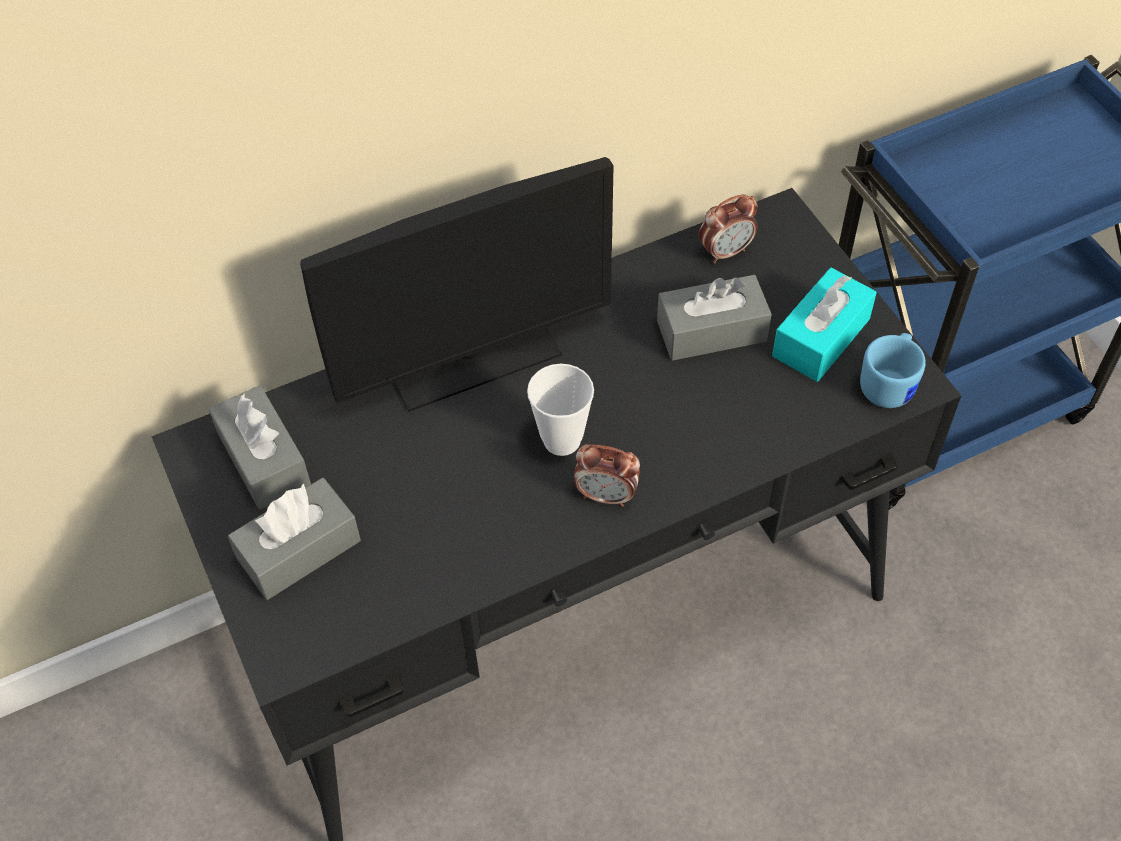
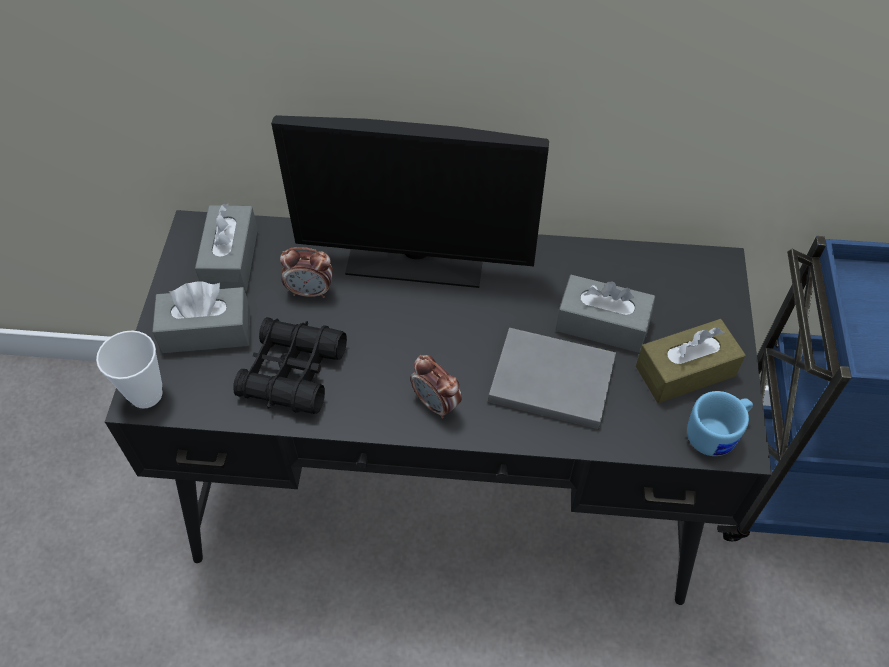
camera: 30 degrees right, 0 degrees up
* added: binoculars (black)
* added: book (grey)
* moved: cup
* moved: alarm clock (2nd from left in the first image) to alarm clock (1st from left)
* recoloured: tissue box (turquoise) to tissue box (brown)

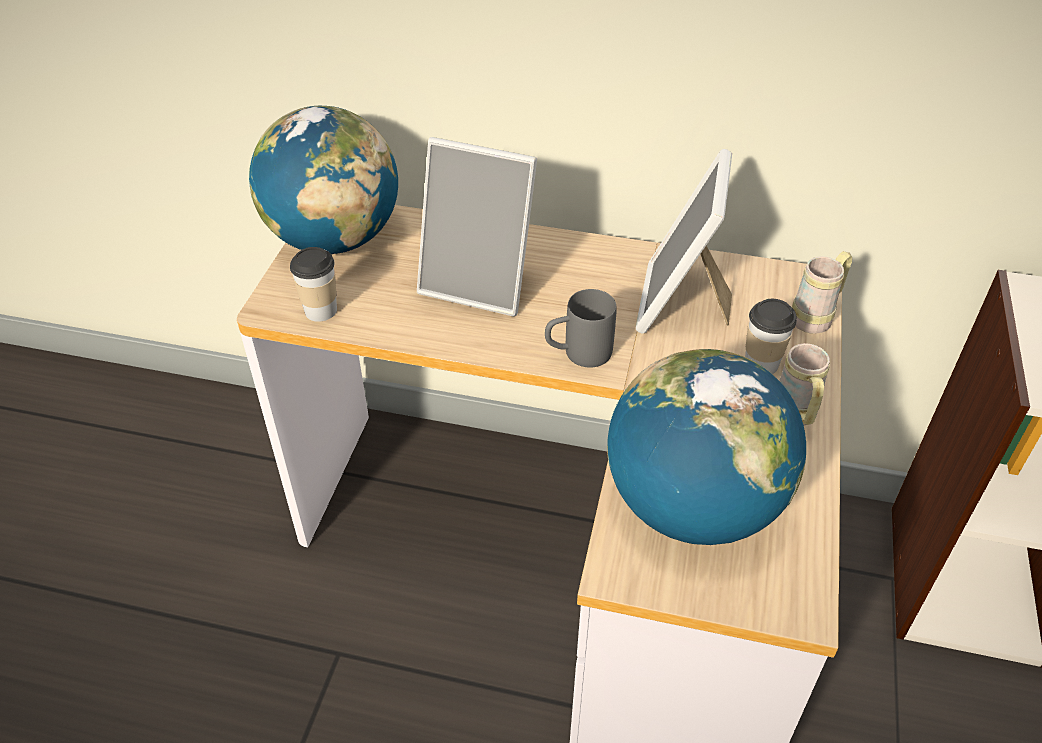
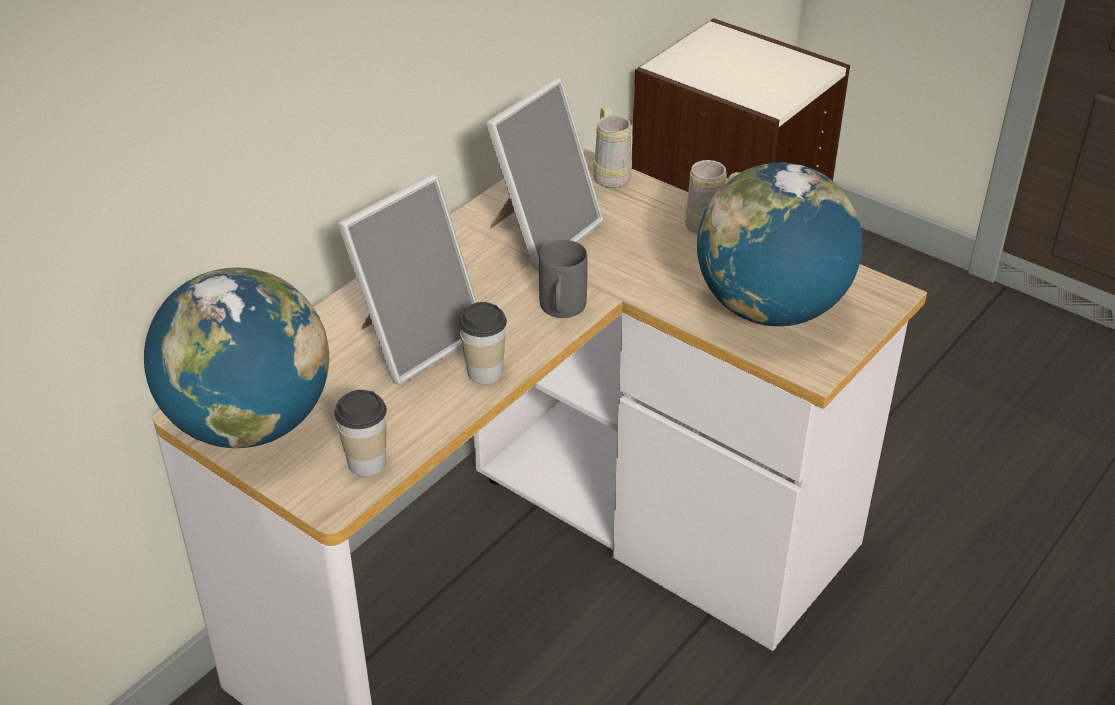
camera: 65 degrees left, 5 degrees down
* moved: cup (2nd from left)
* turned: picture frame (2nd from left) 90 degrees counterclockwise

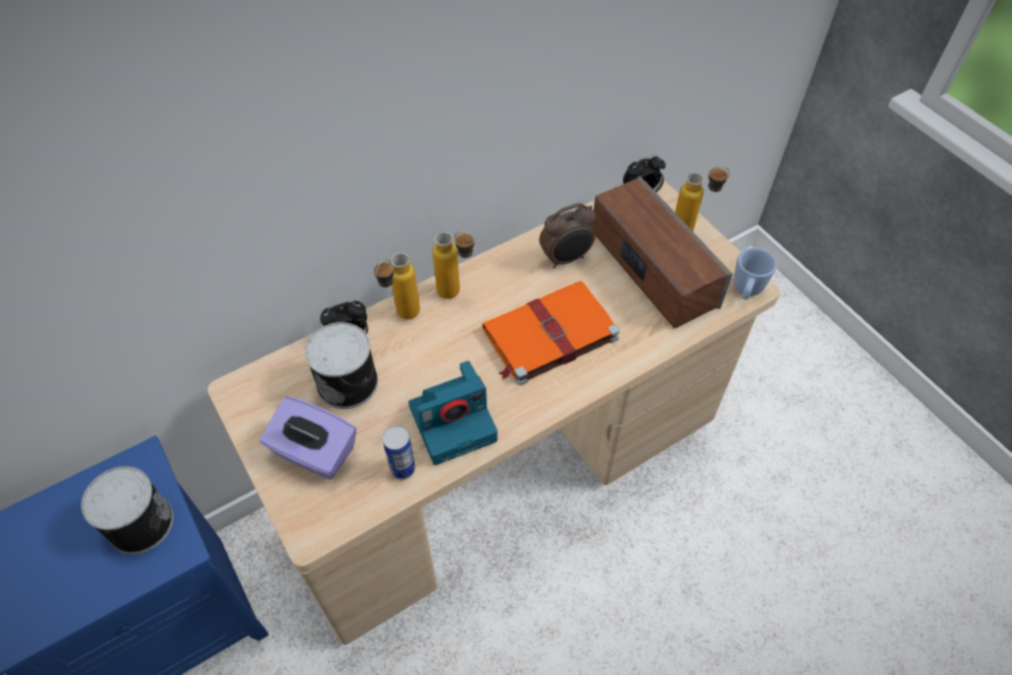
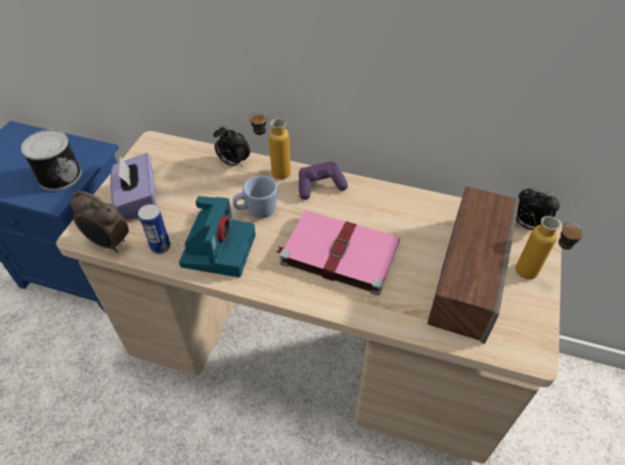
camera: 50 degrees right, 5 degrees down
* removed: can (2nd from left)
* moved: alarm clock (2nd from left in the first image) to alarm clock (1st from left)
* moved: mug (blue)
* replaced: bottle (2nd from left) to game controller (purple)
* recoloured: book (orange) to book (pink)
* turned: photo camera 105 degrees counterclockwise

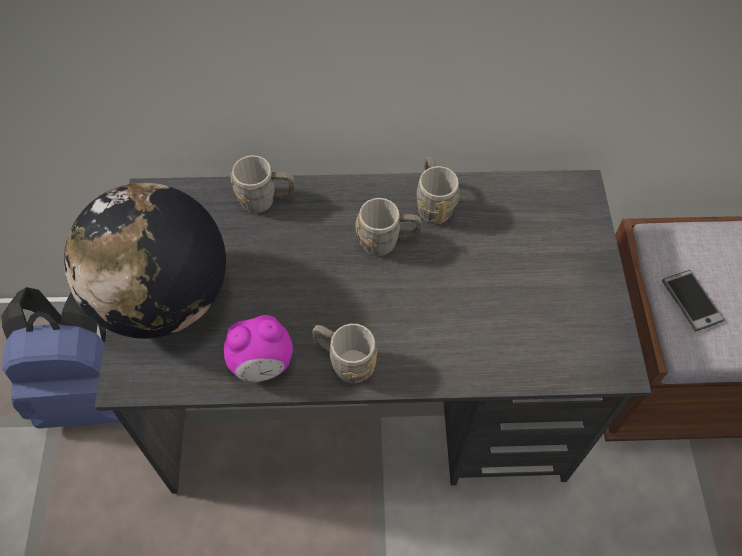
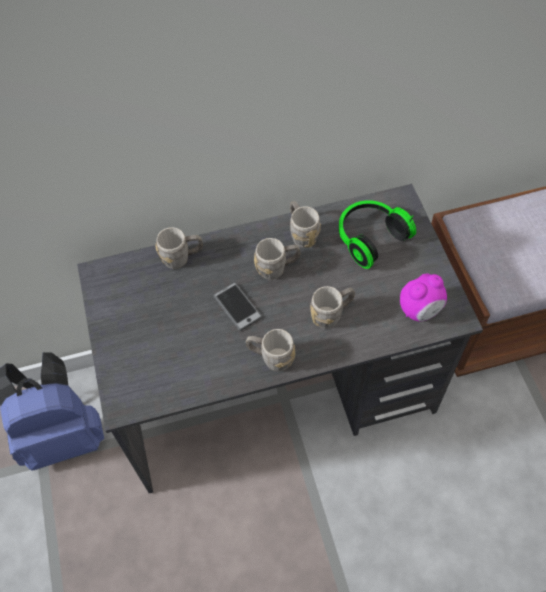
camera: 10 degrees left, 0 degrees up
* removed: globe
* added: mug (grey) (5th from left)
* added: headphones
* moved: alarm clock
* moved: phone

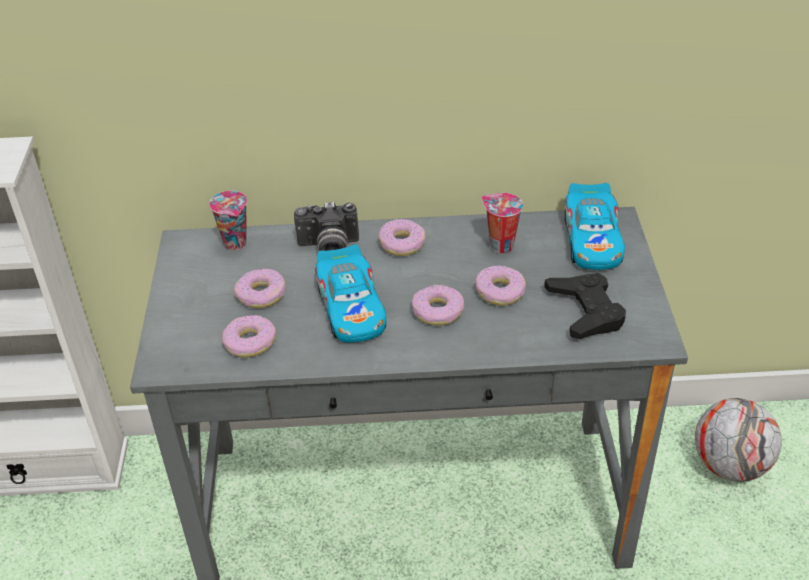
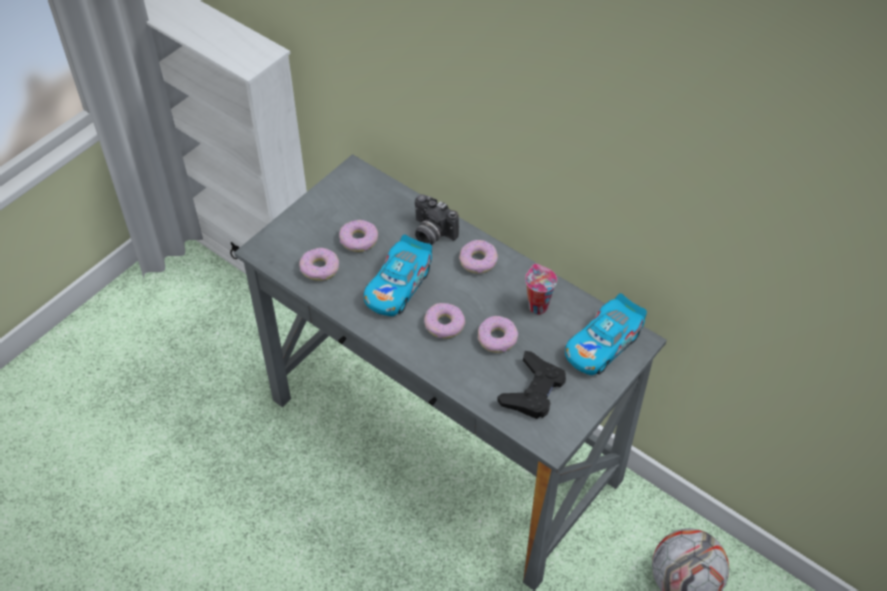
camera: 40 degrees right, 10 degrees up
* removed: cup (1st from left)

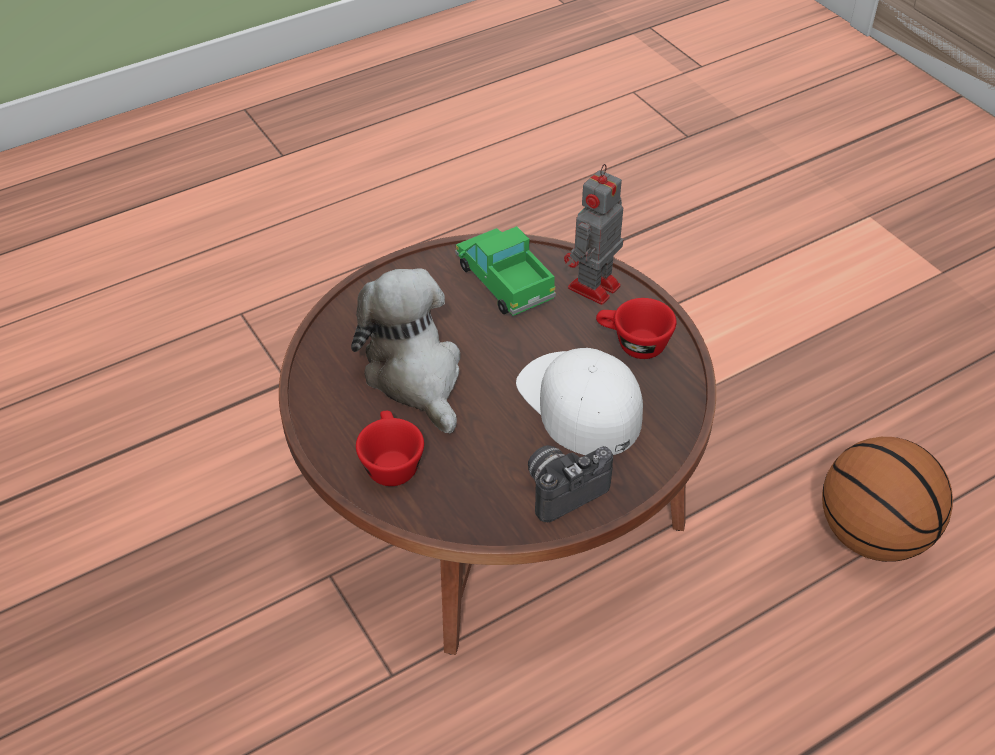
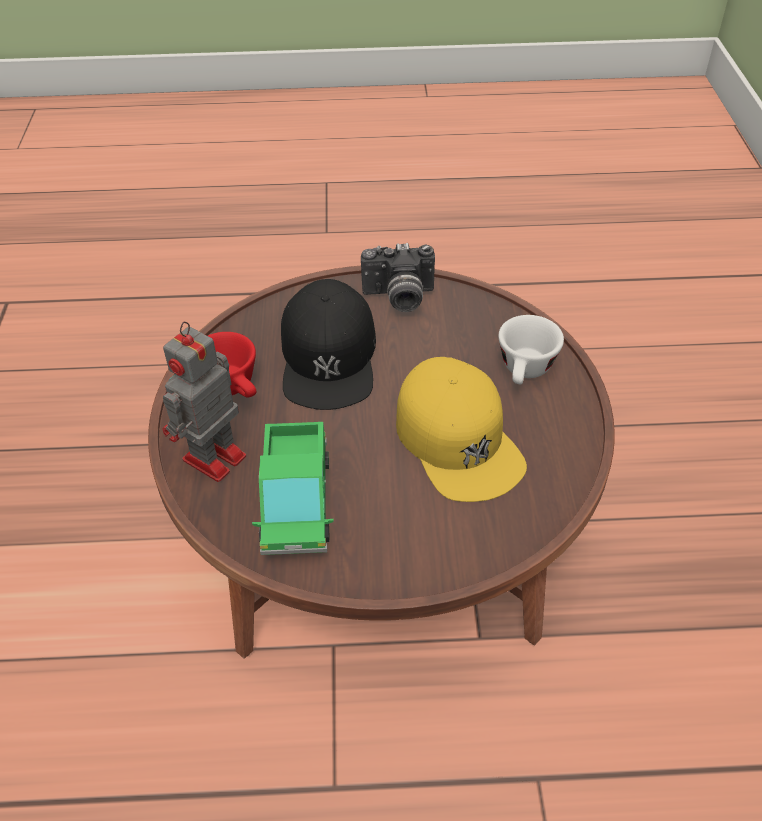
camera: 150 degrees left, 0 degrees up
* removed: basketball
* replaced: plush toy to cap (yellow)
* recoloured: cup (red) (1st from left) to cup (white)
* recoloured: cap (white) to cap (black)
* turned: toy robot 150 degrees clockwise

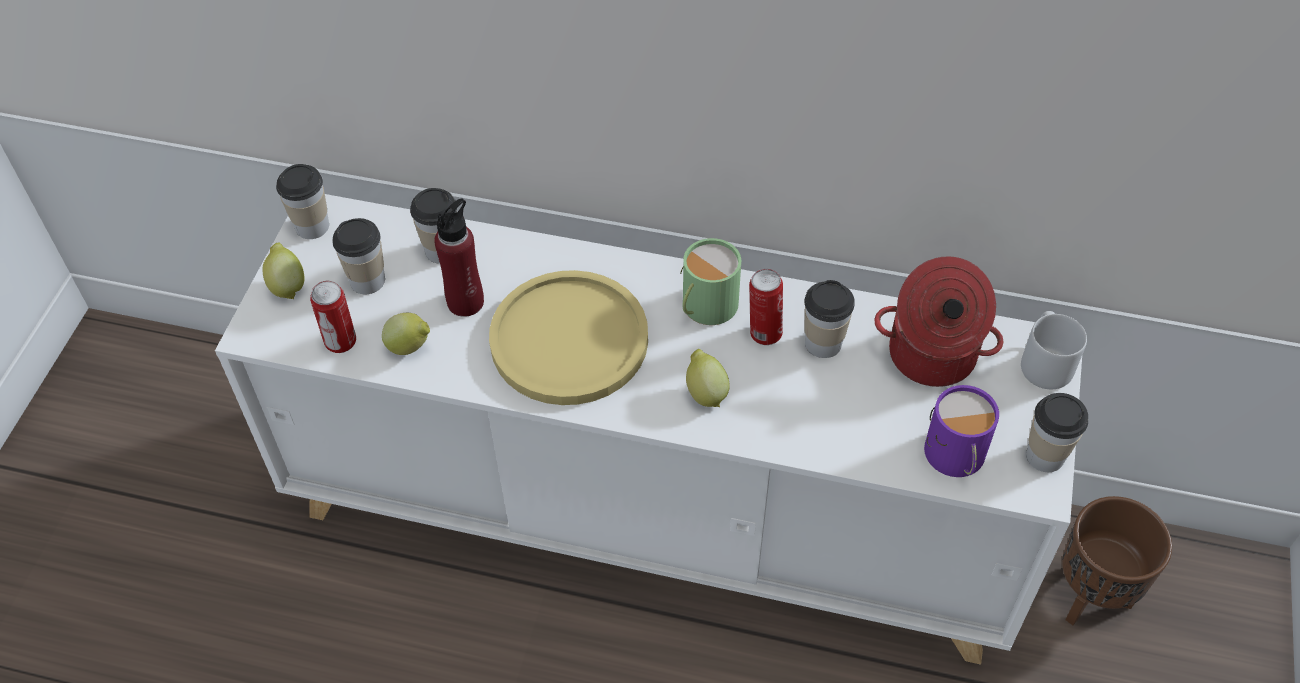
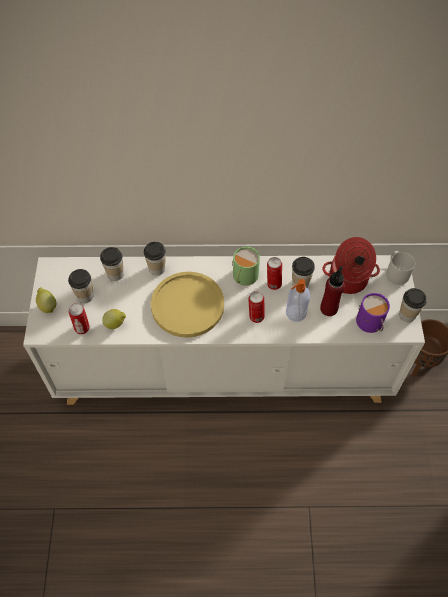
camera: 15 degrees left, 5 degrees up
* added: soap dispenser
* moved: cup (1st from left in the first image) to cup (3rd from left)
* moved: bottle (red)
* replaced: lemon (3rd from left) to can (2nd from left)

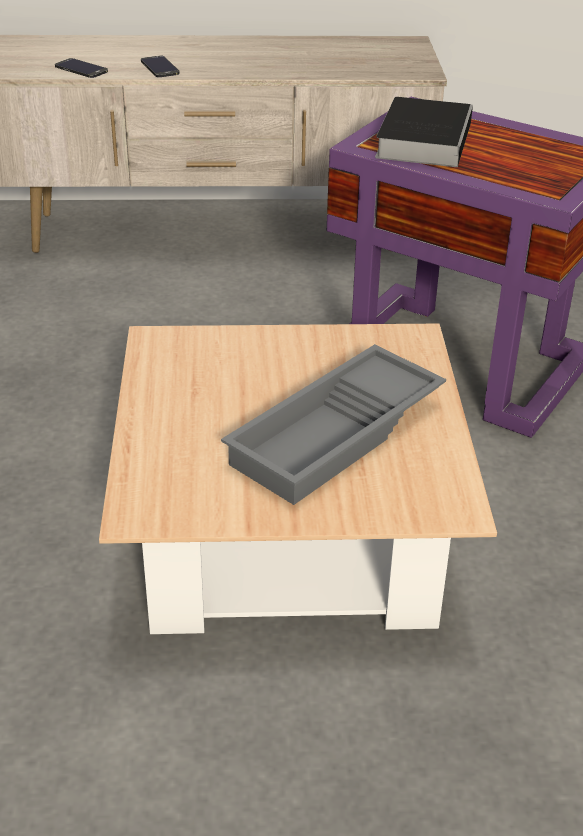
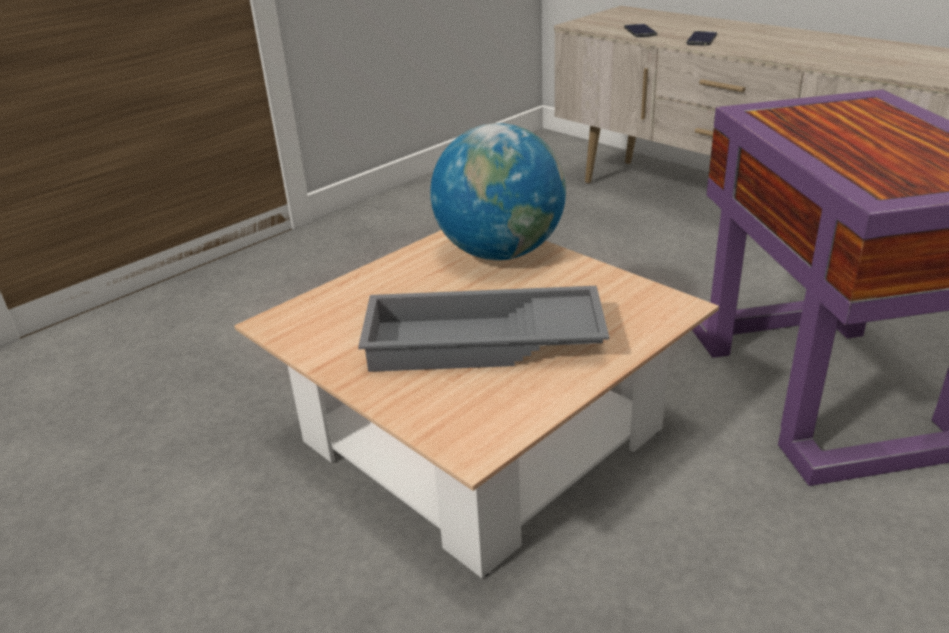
camera: 50 degrees right, 5 degrees down
* removed: book
* added: globe

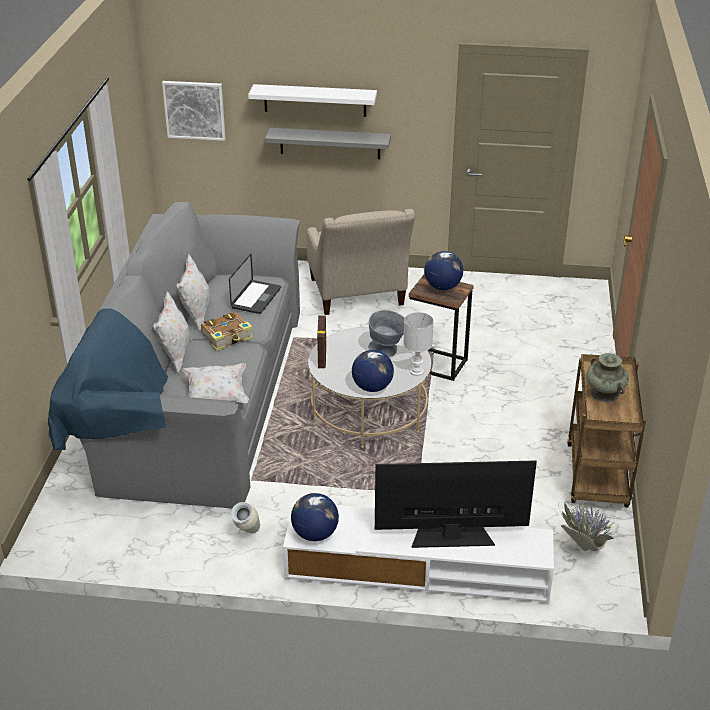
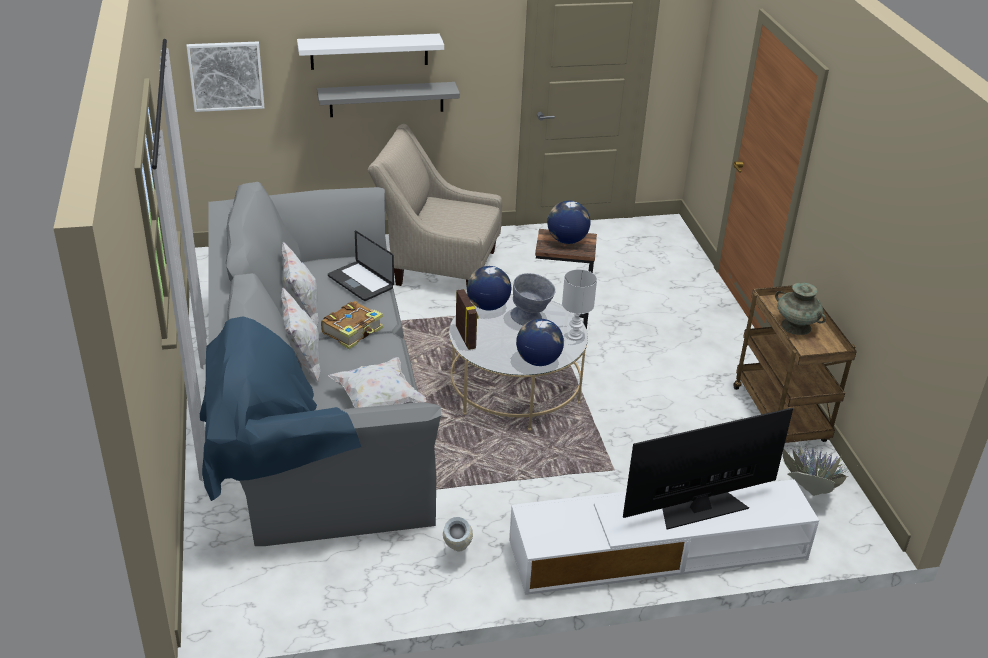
camera: 20 degrees left, 0 degrees up
* moved: globe (1st from left)
* turned: laptop 135 degrees clockwise
* turned: armchair (beige) 135 degrees clockwise

